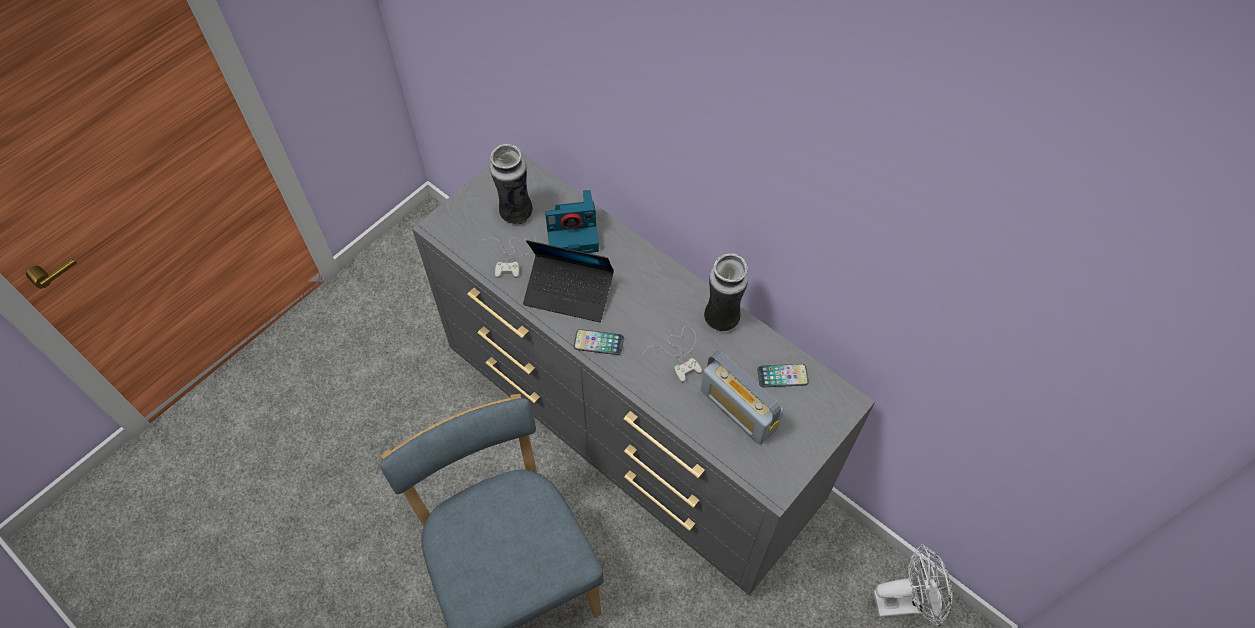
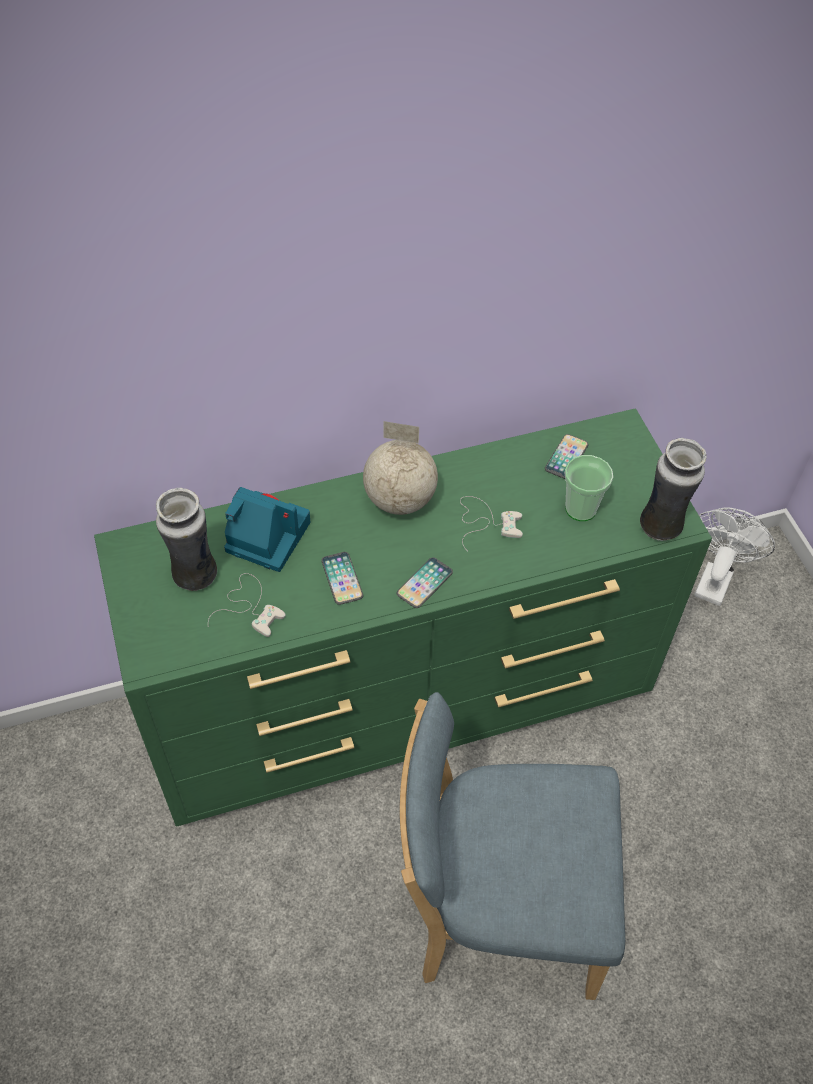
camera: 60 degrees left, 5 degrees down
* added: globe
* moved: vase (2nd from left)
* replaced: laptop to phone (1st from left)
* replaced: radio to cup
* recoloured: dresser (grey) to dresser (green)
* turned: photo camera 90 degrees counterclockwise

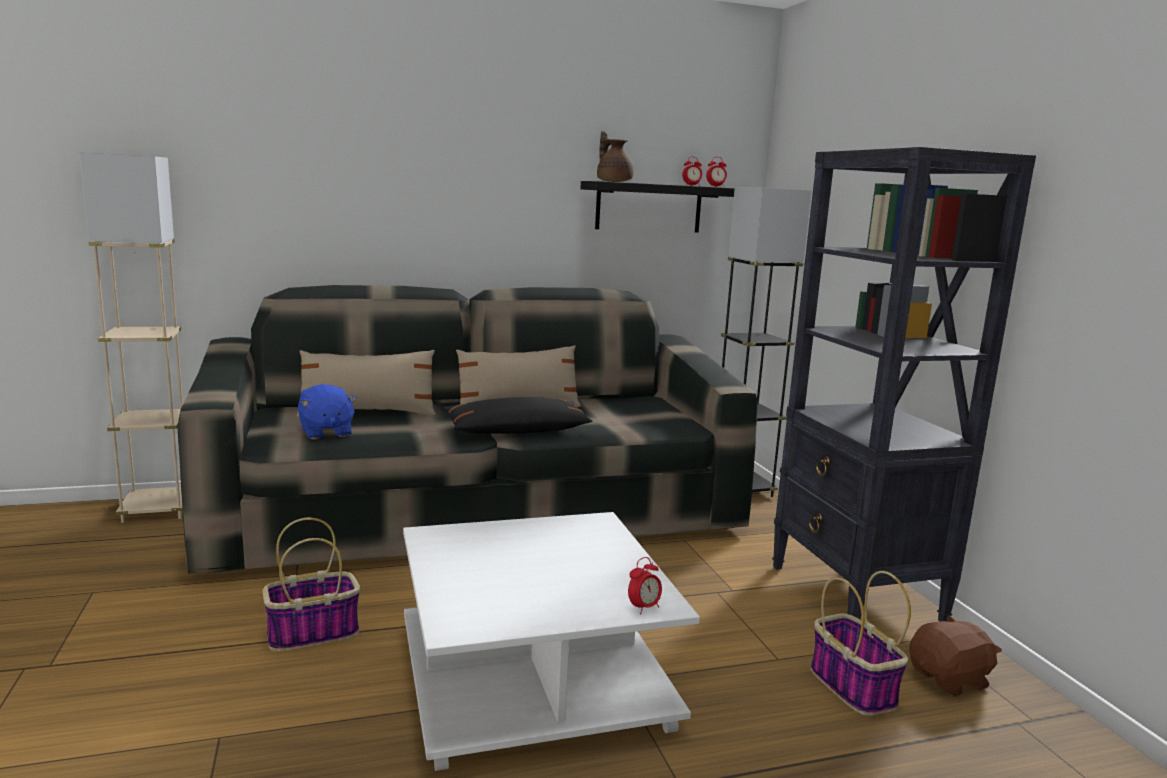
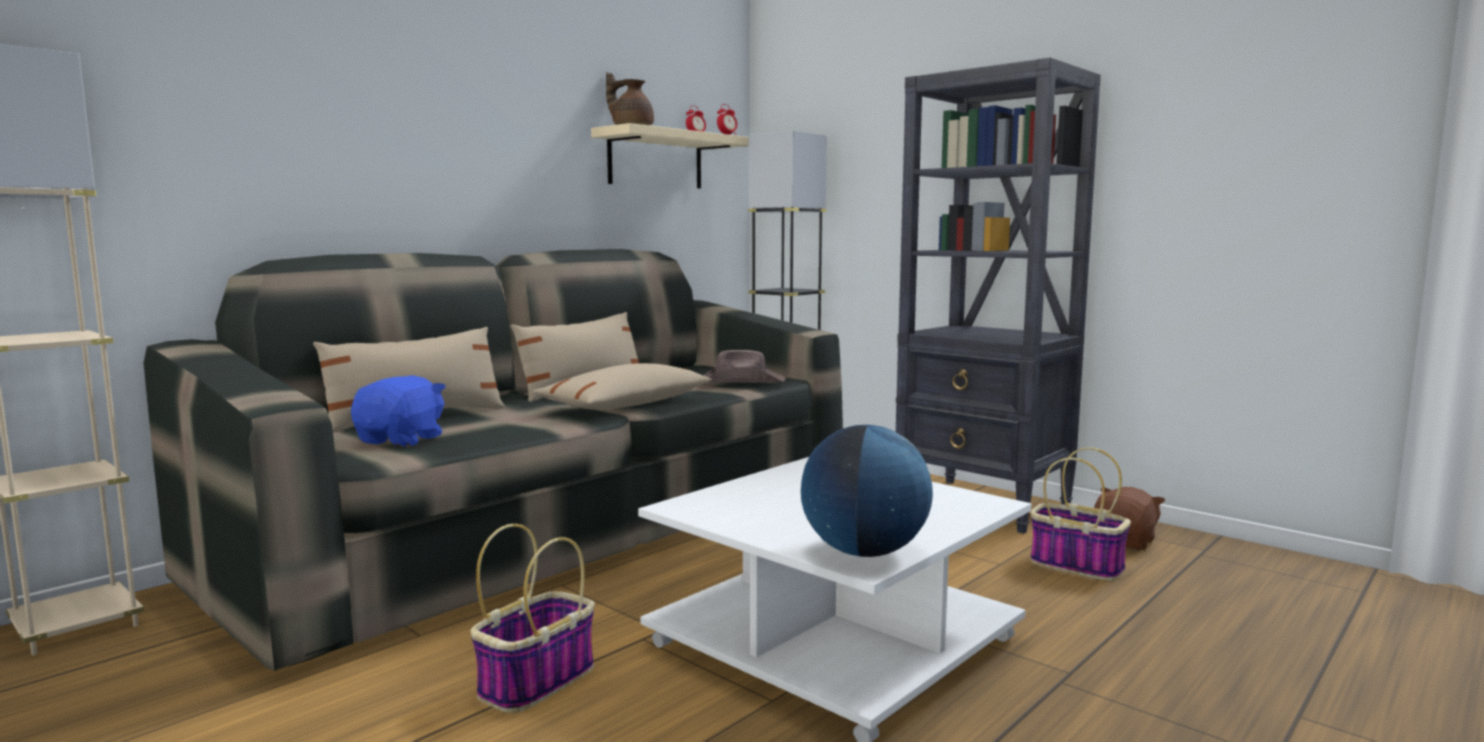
camera: 30 degrees left, 5 degrees down
* removed: alarm clock (1st from left)
* added: hat (brown)
* added: globe
* recoloured: pillow (black) to pillow (beige) (3rd from left)
* recoloured: shelf (black) to shelf (beige)
* turned: plush toy (blue) 105 degrees counterclockwise

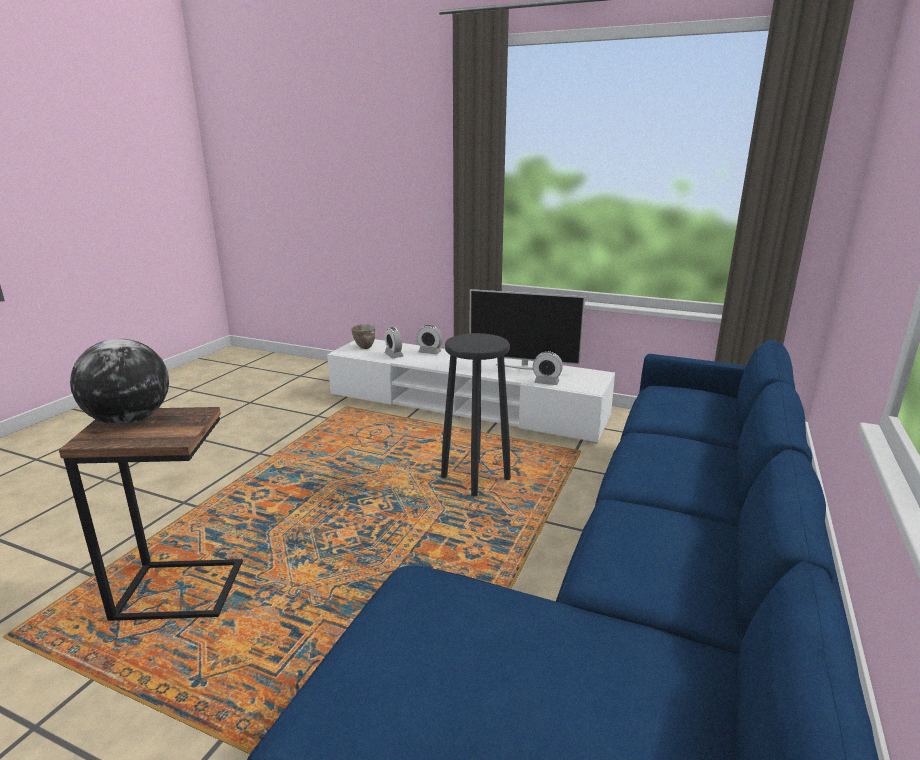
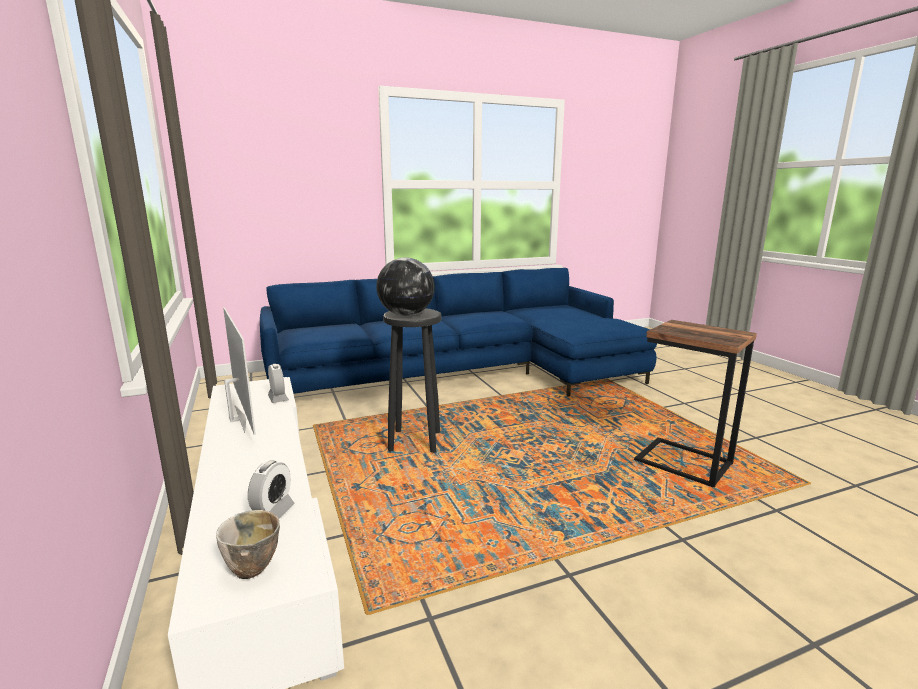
camera: 135 degrees left, 5 degrees down
* removed: alarm clock (2nd from left)
* moved: globe

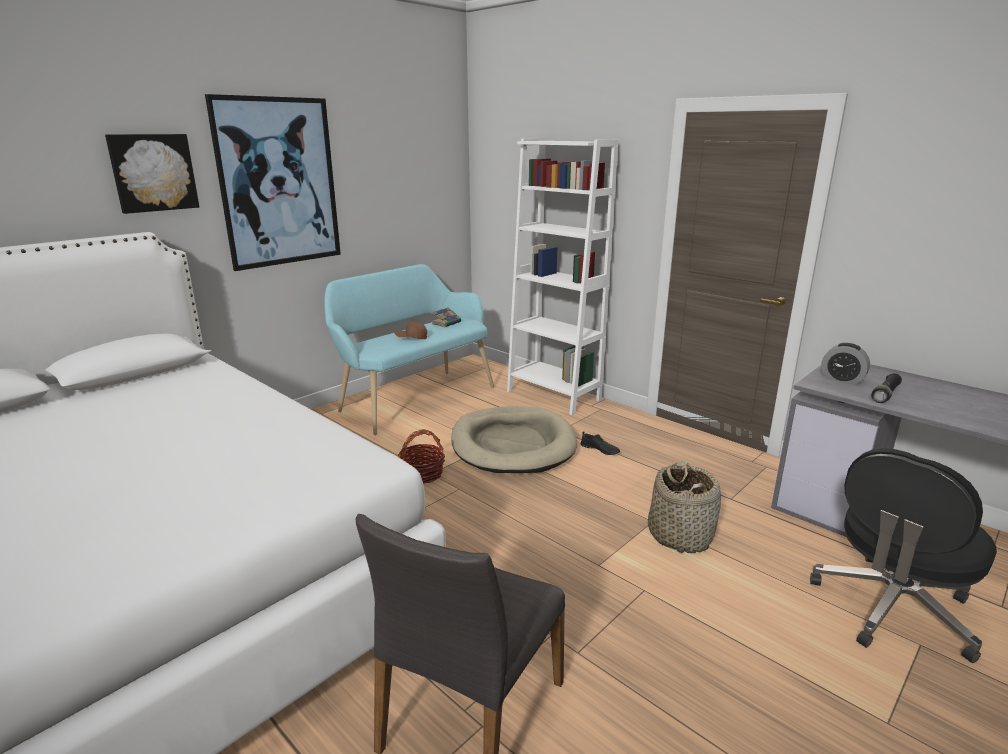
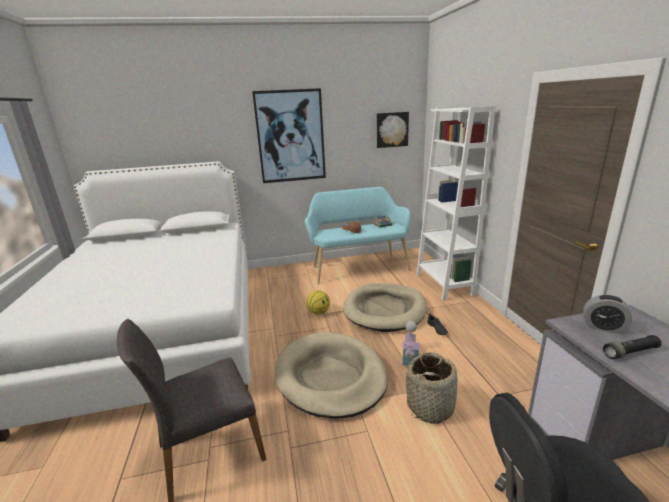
camera: 35 degrees right, 0 degrees up
* added: dog bed (beige) (1st from left)
* added: toy house
* moved: picture (1st from left in the first image) to picture (2nd from left)
* replaced: basket (1st from left) to basketball
* turned: alarm clock 45 degrees counterclockwise

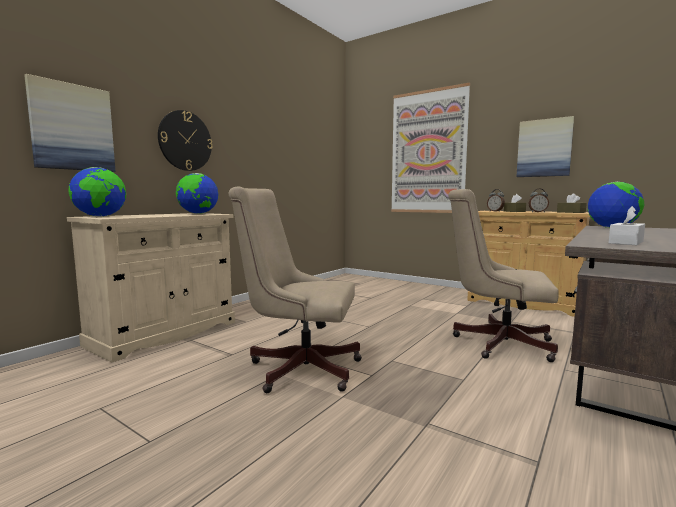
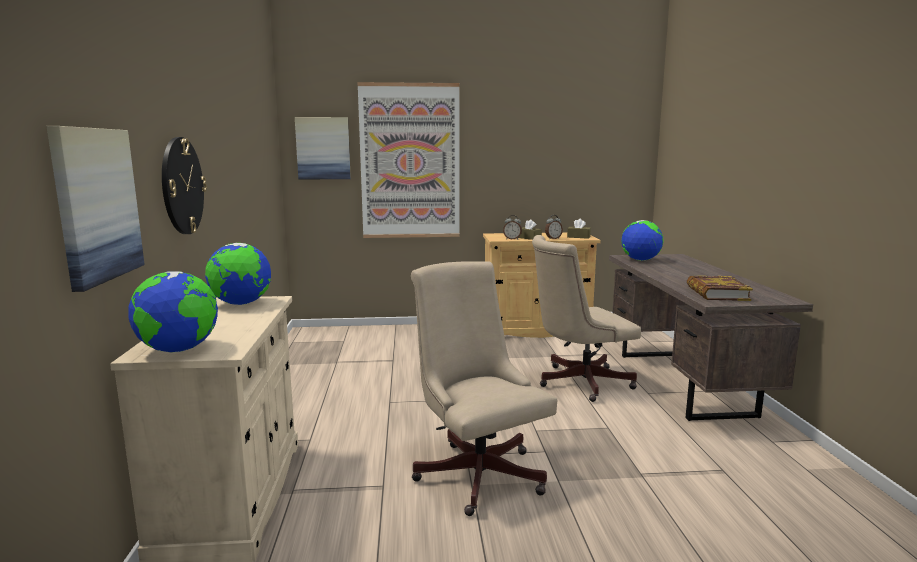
camera: 40 degrees left, 5 degrees up
* moved: picture (3rd from left in the first image) to picture (2nd from left)
* replaced: tissue box (white) to book
* turned: office chair (beige) (1st from left) 90 degrees clockwise

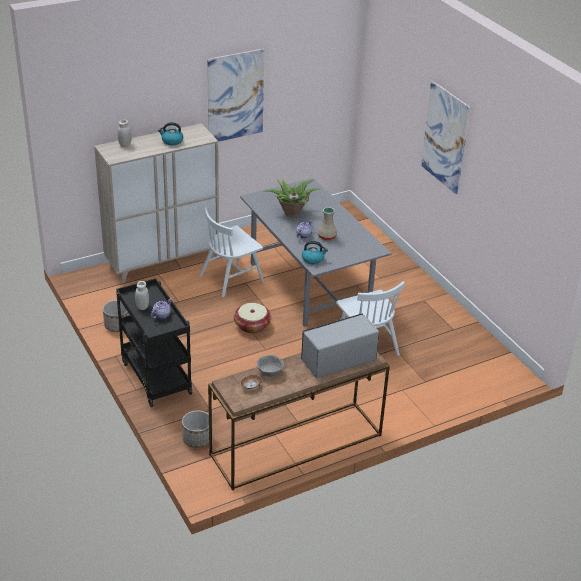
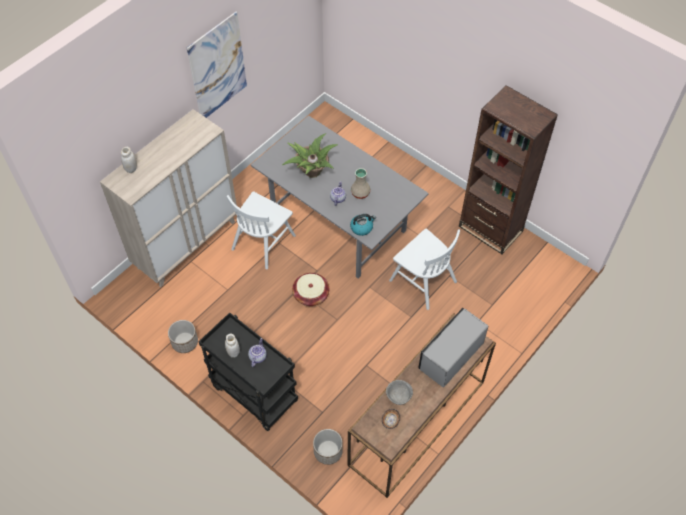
camera: 20 degrees left, 20 degrees up
* removed: kettle (1st from left)
* removed: picture (2nd from left)
* added: bookcase (brown)

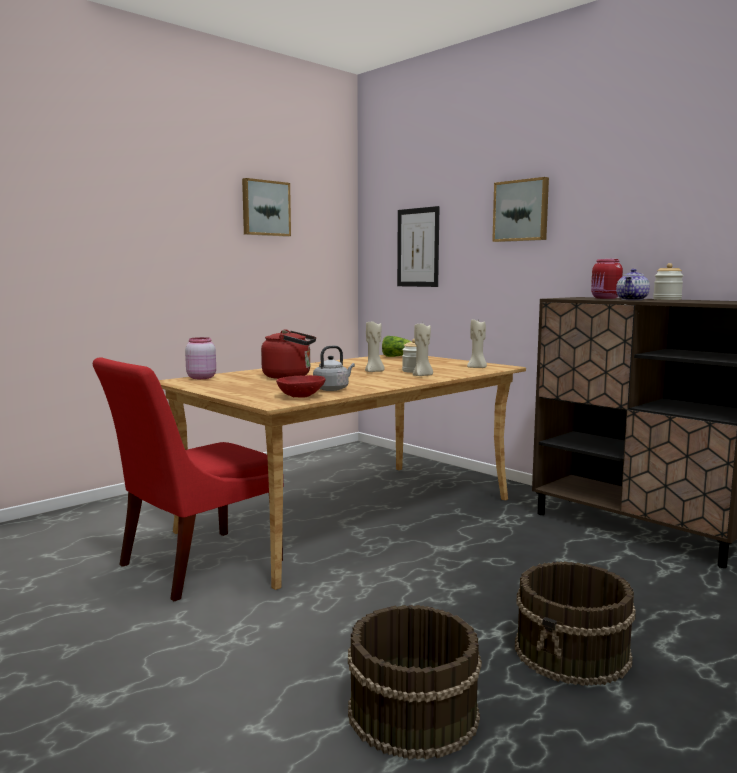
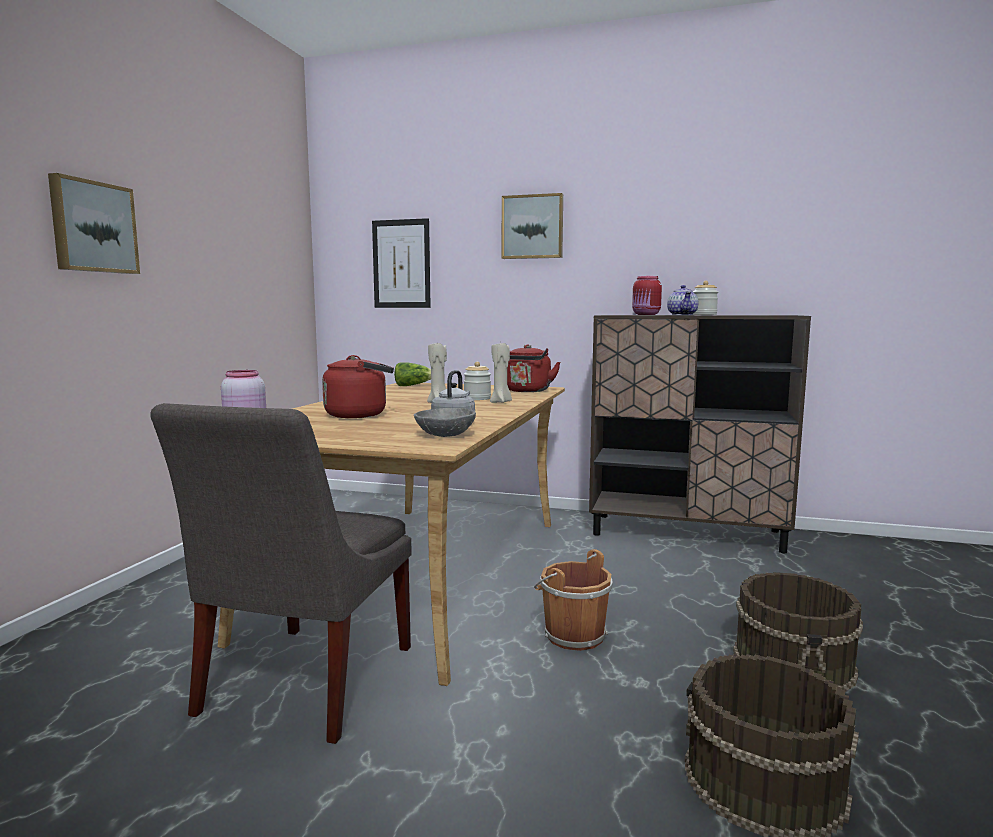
camera: 30 degrees left, 0 degrees up
* added: bucket (brown) (1st from left)
* moved: picture (1st from left)
* replaced: candle (beige) (3rd from left) to kettle (red) (2nd from left)
* recoloured: chair (red) to chair (grey)
* recoloured: bowl (red) to bowl (grey)

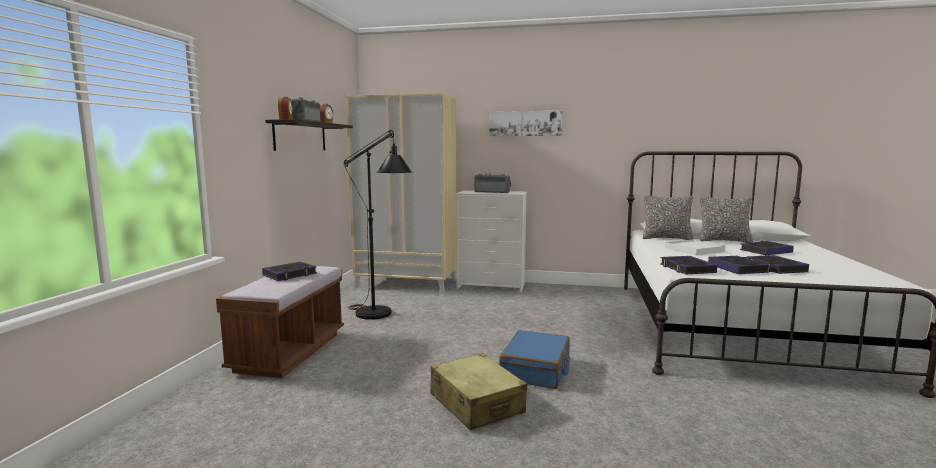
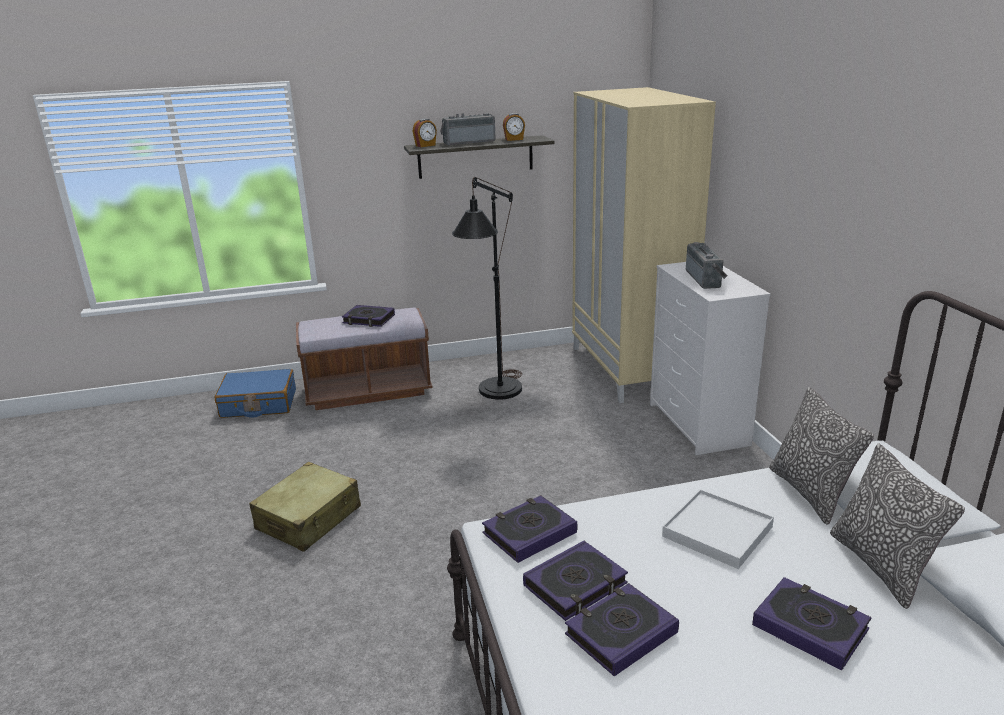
camera: 65 degrees right, 15 degrees up
* removed: picture
* moved: suitcase (blue)

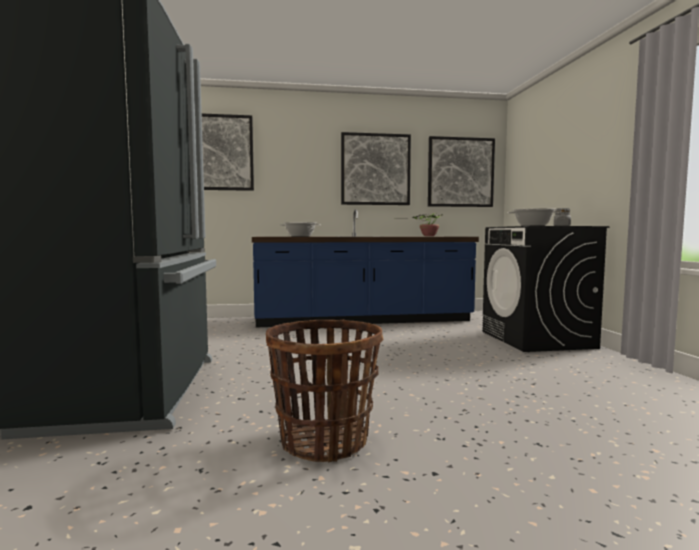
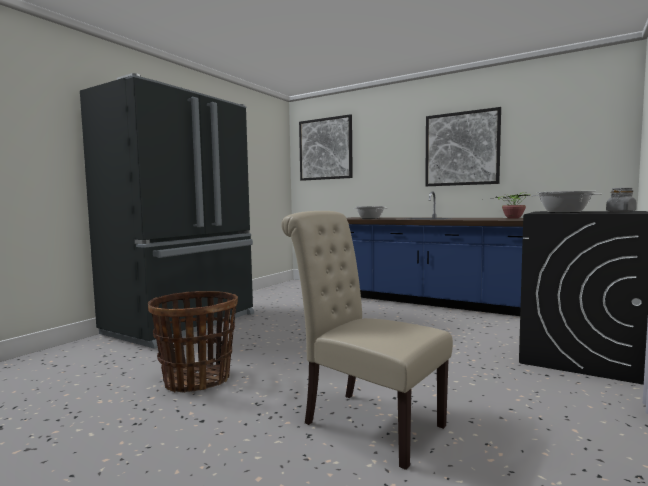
camera: 40 degrees right, 0 degrees up
* removed: picture (3rd from left)
* added: chair (beige)

